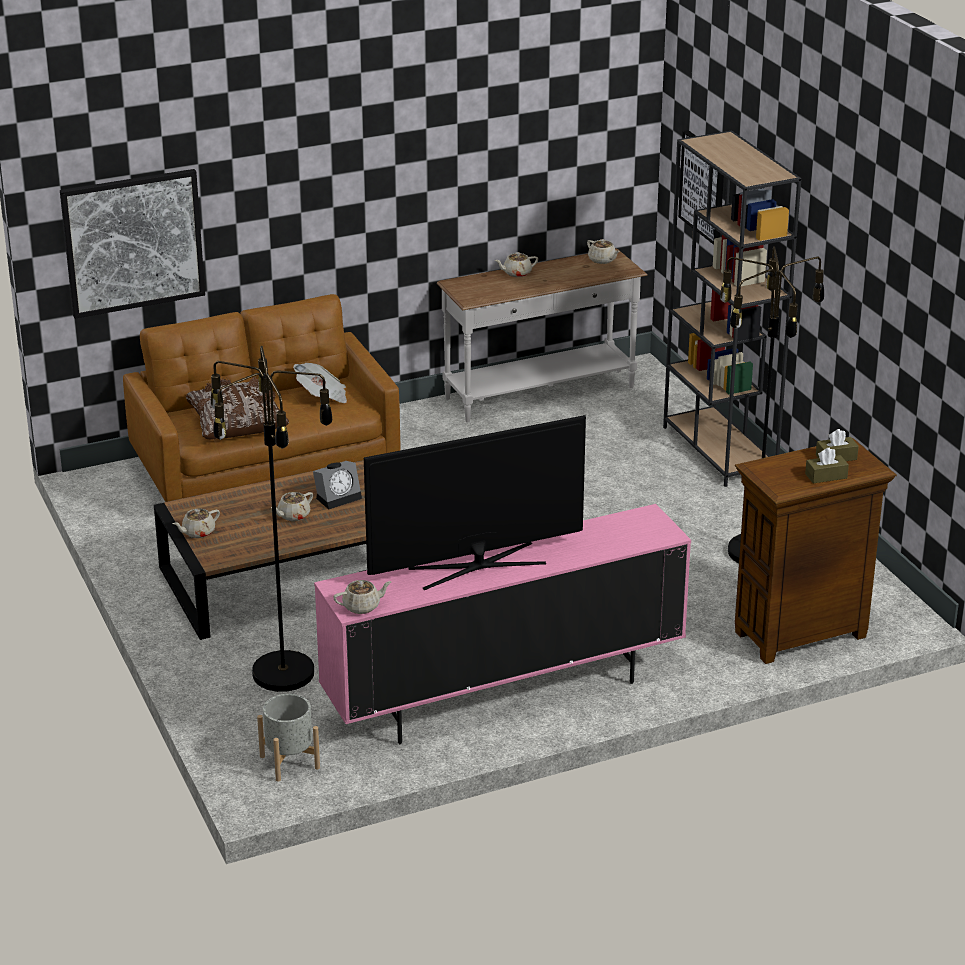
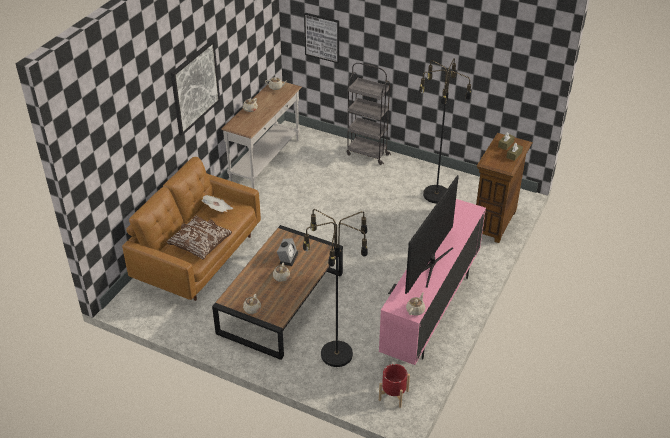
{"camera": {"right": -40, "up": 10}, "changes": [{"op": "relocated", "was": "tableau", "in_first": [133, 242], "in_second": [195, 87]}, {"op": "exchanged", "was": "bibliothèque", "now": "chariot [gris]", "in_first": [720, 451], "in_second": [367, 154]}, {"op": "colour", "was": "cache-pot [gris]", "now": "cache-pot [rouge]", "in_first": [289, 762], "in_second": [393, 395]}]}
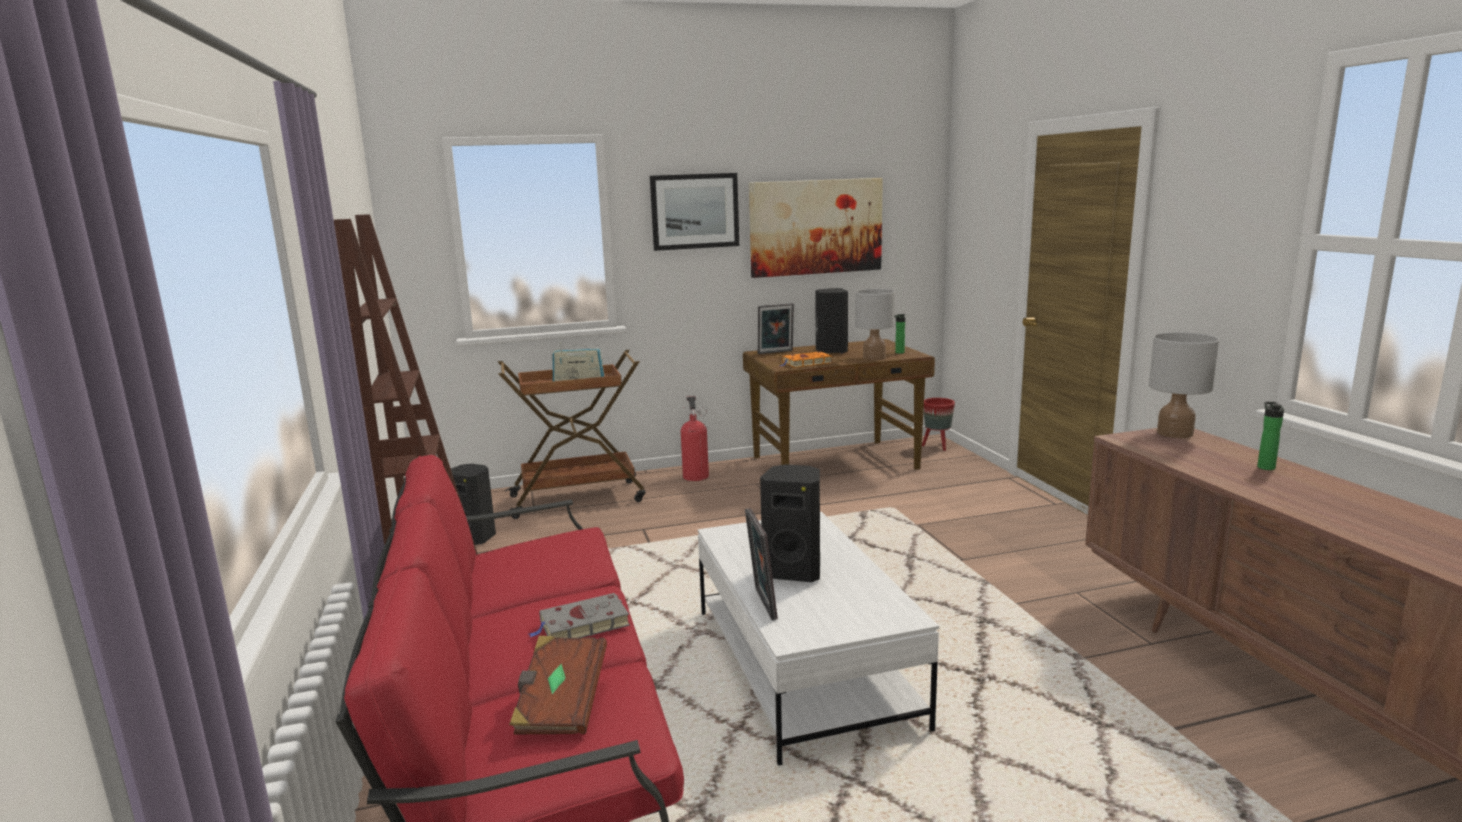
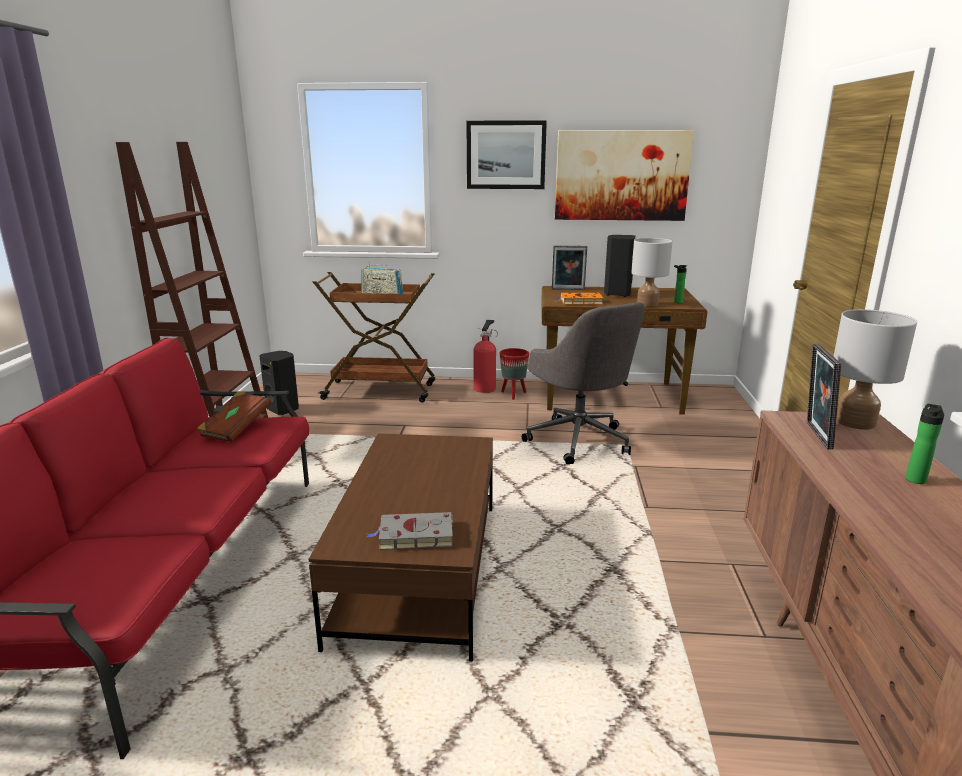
{"camera": {"right": 20, "up": 5}, "changes": [{"op": "missing", "was": "enceinte [noir]", "in_first": [794, 571]}, {"op": "appeared", "now": "chaise de bureau [gris]", "in_second": [579, 441]}, {"op": "relocated", "was": "livre [marron]", "in_first": [560, 704], "in_second": [235, 429]}, {"op": "relocated", "was": "livre [gris]", "in_first": [582, 625], "in_second": [413, 536]}, {"op": "relocated", "was": "cadre photo", "in_first": [761, 604], "in_second": [814, 435]}, {"op": "relocated", "was": "cache-pot [rouge]", "in_first": [937, 446], "in_second": [513, 394]}, {"op": "colour", "was": "table basse [blanc]", "now": "table basse [marron]", "in_first": [802, 666], "in_second": [419, 570]}]}
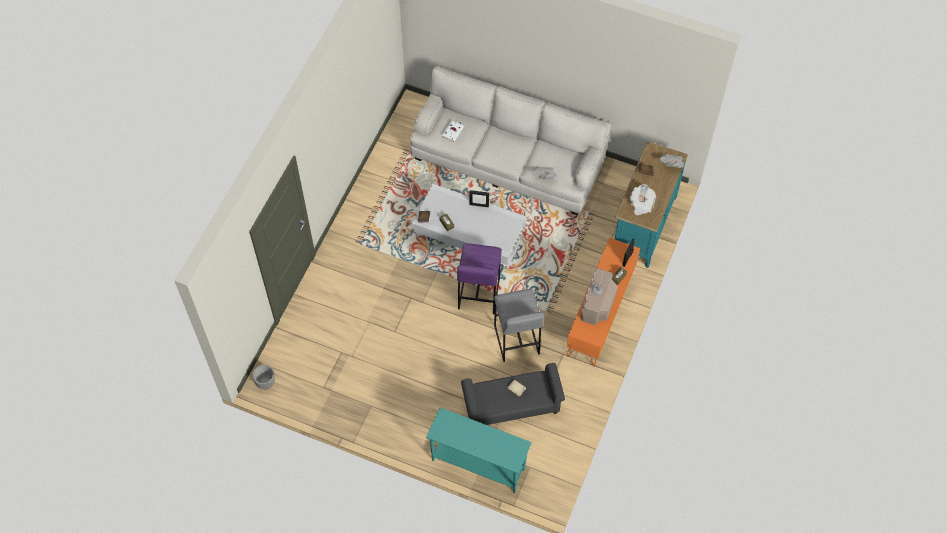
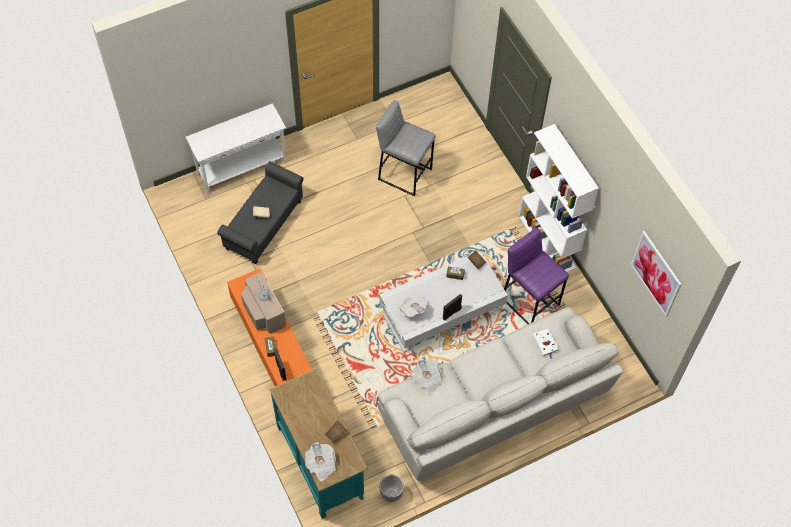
{"camera": {"right": 130, "up": 0}, "changes": [{"op": "appeared", "now": "bibliothèque [blanc]", "in_second": [547, 242]}, {"op": "appeared", "now": "tableau", "in_second": [655, 274]}, {"op": "relocated", "was": "cache-pot", "in_first": [266, 383], "in_second": [391, 494]}, {"op": "relocated", "was": "tabouret [violet]", "in_first": [478, 294], "in_second": [529, 301]}, {"op": "relocated", "was": "tabouret [gris]", "in_first": [516, 340], "in_second": [404, 174]}, {"op": "relocated", "was": "journal", "in_first": [641, 204], "in_second": [412, 309]}, {"op": "colour", "was": "table console [turquoise]", "now": "table console [blanc]", "in_first": [477, 465], "in_second": [242, 168]}]}
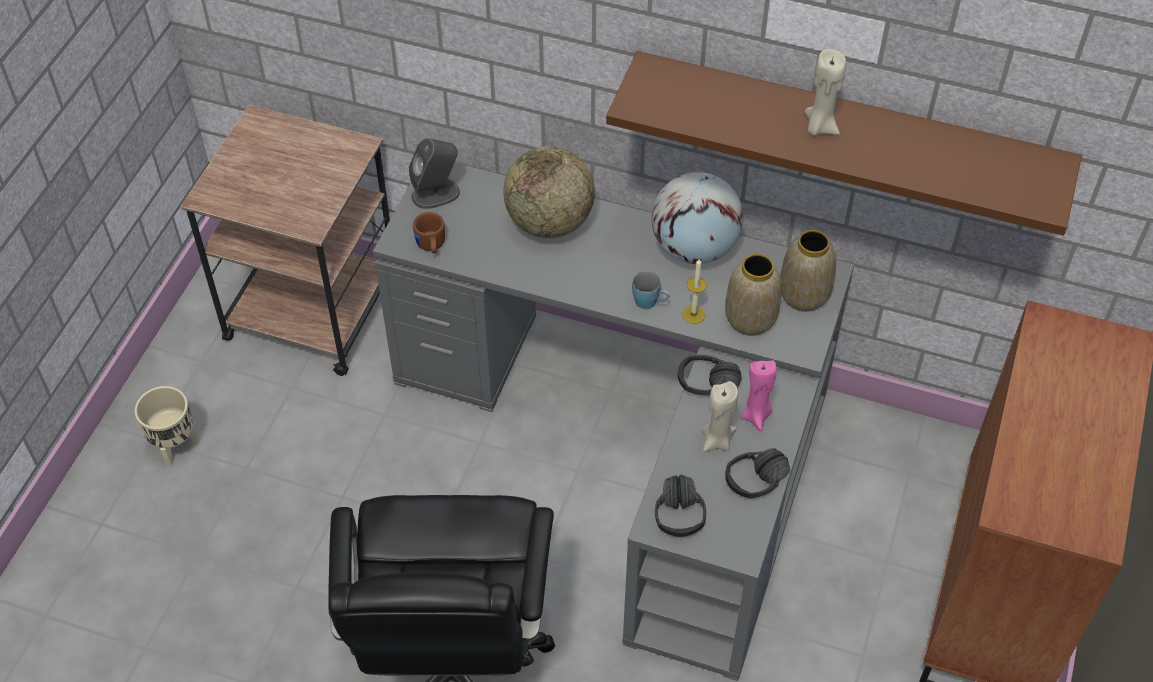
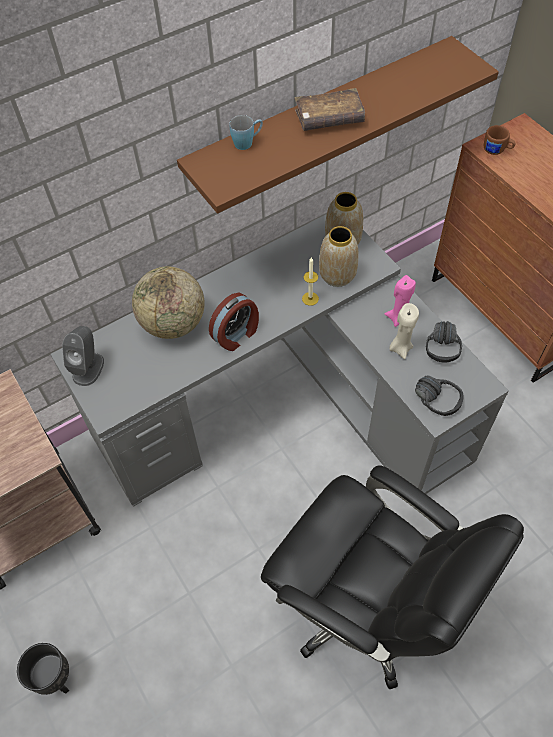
{"camera": {"right": -50, "up": 5}, "changes": [{"op": "missing", "was": "globe", "in_first": [694, 248]}, {"op": "missing", "was": "casque audio [noir]", "in_first": [707, 391]}, {"op": "appeared", "now": "réveil", "in_second": [236, 335]}, {"op": "relocated", "was": "mug [marron]", "in_first": [431, 246], "in_second": [497, 150]}, {"op": "relocated", "was": "mug [bleu]", "in_first": [650, 303], "in_second": [247, 142]}, {"op": "exchanged", "was": "bougie [beige]", "now": "livre [marron]", "in_first": [819, 127], "in_second": [329, 118]}, {"op": "colour", "was": "cache-pot [beige]", "now": "cache-pot [noir]", "in_first": [175, 447], "in_second": [56, 678]}]}
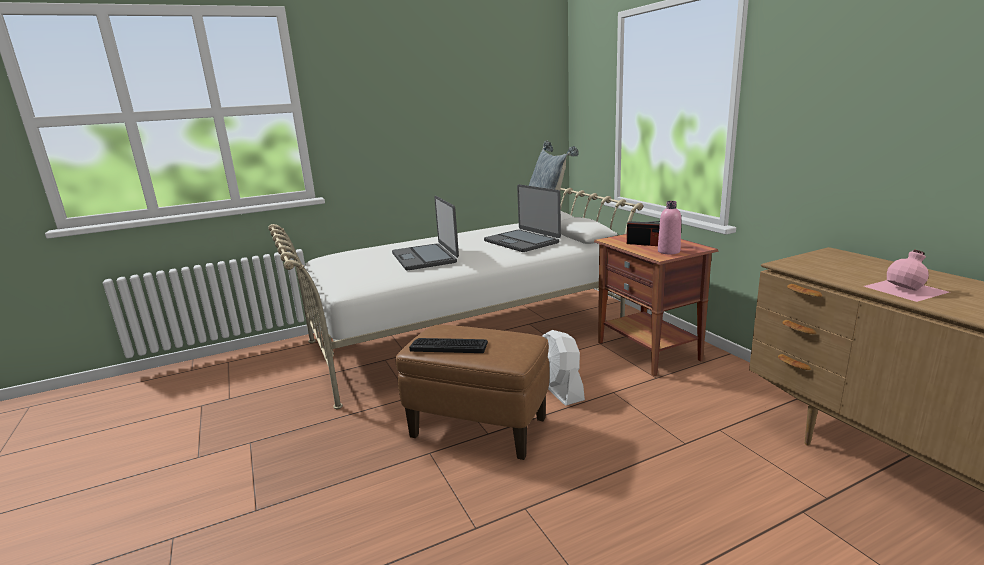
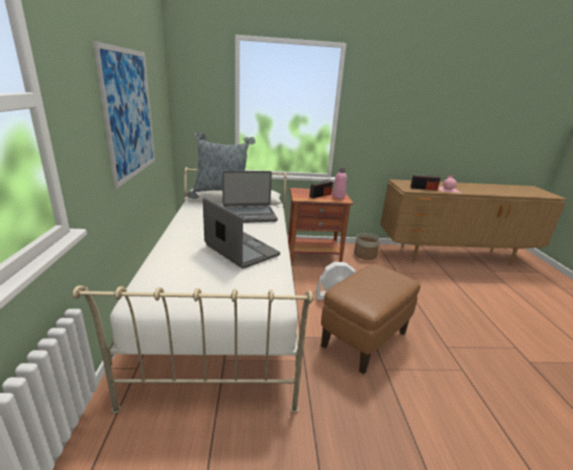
{"camera": {"right": -70, "up": 5}, "changes": [{"op": "missing", "was": "clavier", "in_first": [449, 346]}, {"op": "appeared", "now": "tableau", "in_second": [129, 114]}, {"op": "appeared", "now": "cache-pot", "in_second": [365, 255]}, {"op": "appeared", "now": "radio", "in_second": [423, 188]}, {"op": "spun", "was": "ordinateur portable", "in_first": [425, 258], "in_second": [241, 251], "clockwise": -135}]}
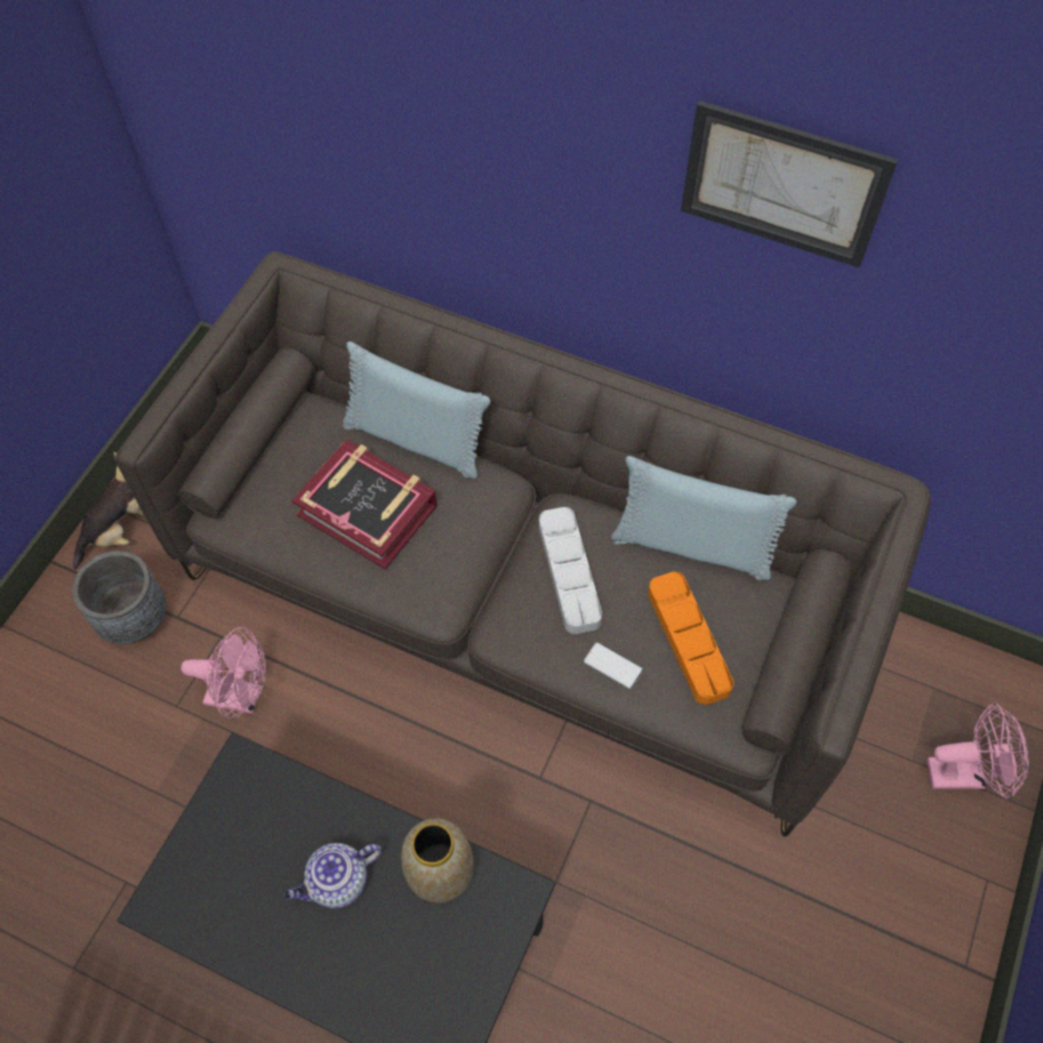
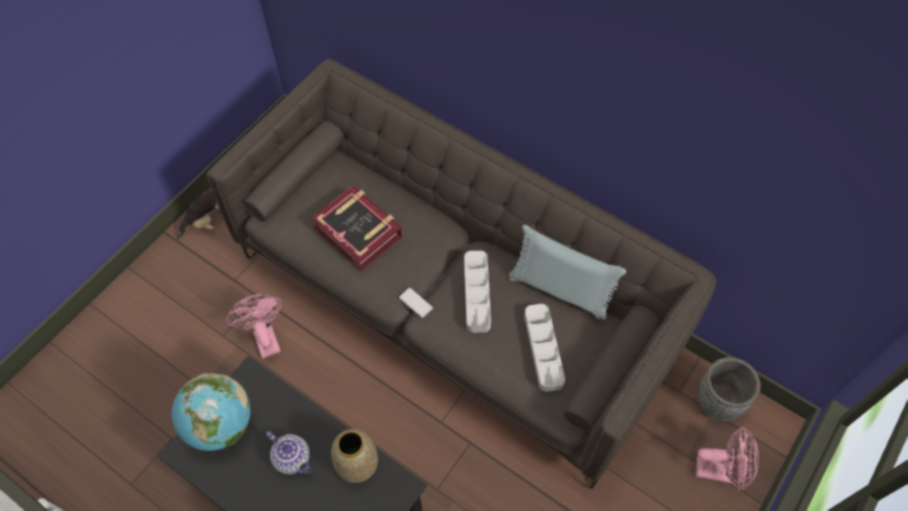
{"camera": {"right": 10, "up": 0}, "changes": [{"op": "missing", "was": "coussin [bleu]", "in_first": [416, 439]}, {"op": "missing", "was": "tableau", "in_first": [783, 184]}, {"op": "appeared", "now": "globe", "in_second": [220, 425]}, {"op": "relocated", "was": "cache-pot [gris]", "in_first": [135, 618], "in_second": [718, 401]}, {"op": "relocated", "was": "téléphone", "in_first": [613, 666], "in_second": [416, 303]}, {"op": "colour", "was": "plateau [orange]", "now": "plateau [gris]", "in_first": [688, 640], "in_second": [543, 349]}, {"op": "spun", "was": "ventilateur [rose]", "in_first": [242, 697], "in_second": [264, 337], "clockwise": -135}, {"op": "spun", "was": "théière", "in_first": [338, 882], "in_second": [293, 459], "clockwise": -120}]}
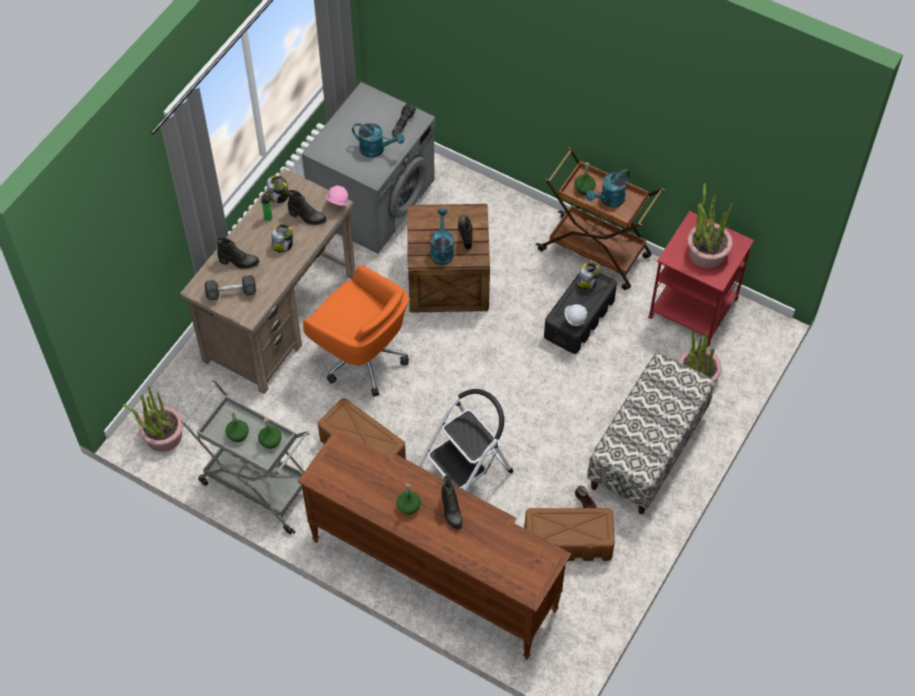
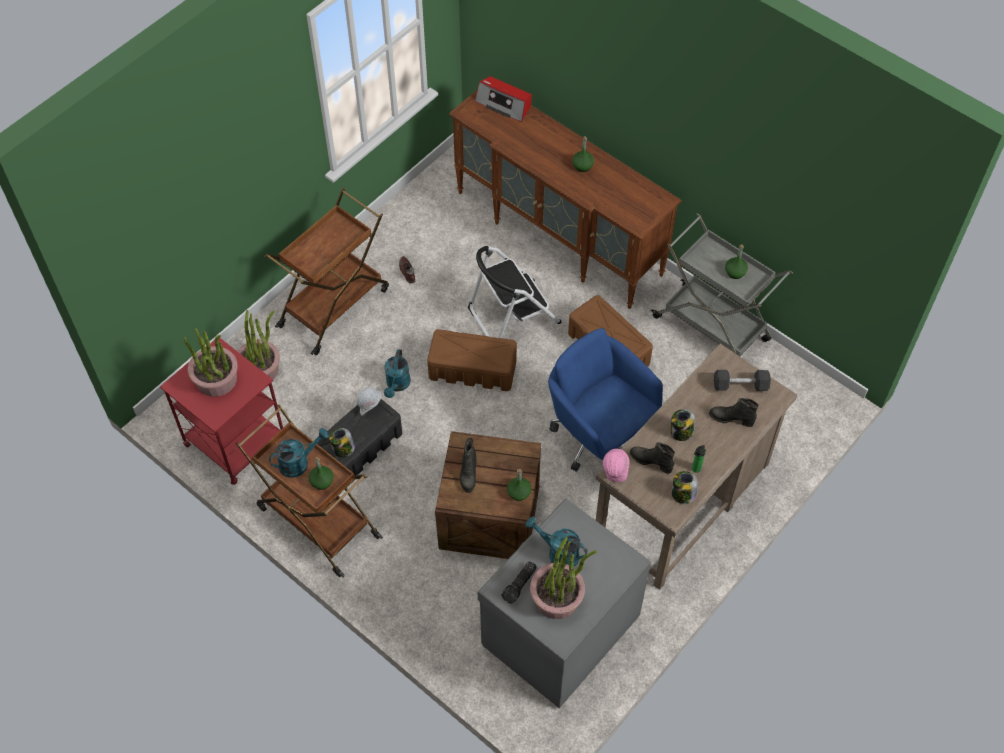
{"camera": {"right": -170, "up": 0}, "changes": [{"op": "missing", "was": "botte [noir]", "in_first": [451, 511]}, {"op": "appeared", "now": "radio", "in_second": [504, 104]}, {"op": "relocated", "was": "plante en pot", "in_first": [163, 435], "in_second": [557, 597]}, {"op": "relocated", "was": "bouteille [vert]", "in_first": [270, 441], "in_second": [518, 492]}, {"op": "relocated", "was": "arrosoir [turquoise]", "in_first": [441, 250], "in_second": [397, 385]}, {"op": "relocated", "was": "boîte de rangement [marron]", "in_first": [568, 542], "in_second": [472, 369]}, {"op": "exchanged", "was": "banc", "now": "chariot [marron]", "in_first": [647, 451], "in_second": [335, 308]}, {"op": "colour", "was": "chaise de bureau [orange]", "now": "chaise de bureau [bleu]", "in_first": [361, 359], "in_second": [598, 439]}]}
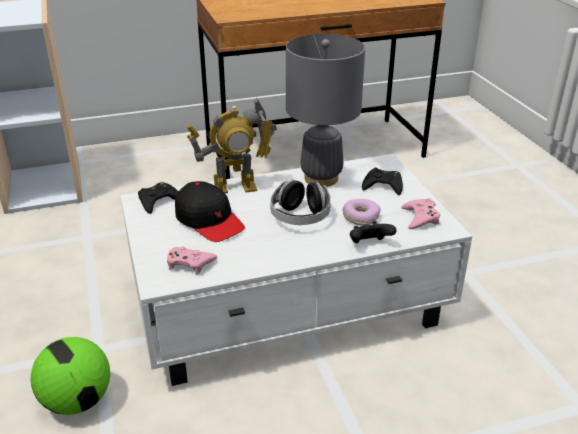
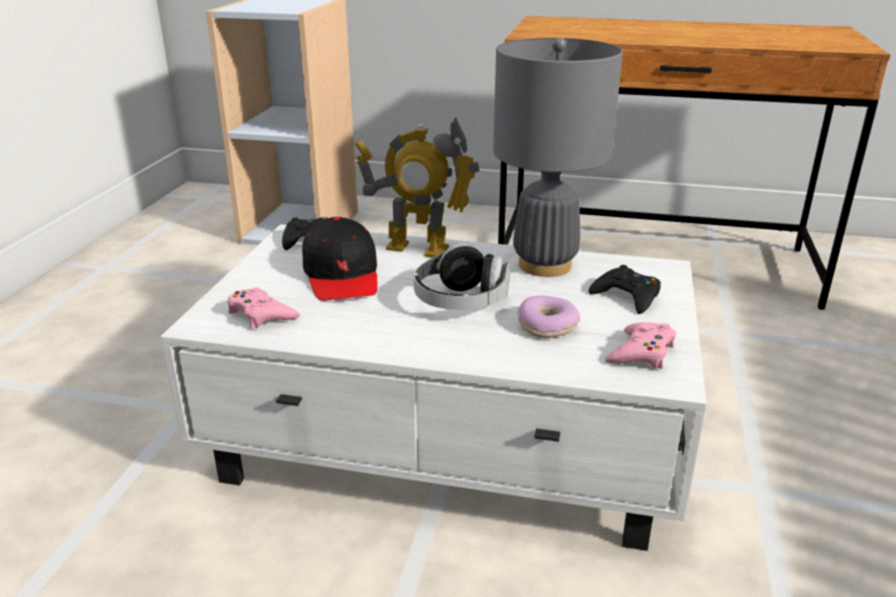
{"camera": {"right": 30, "up": -5}, "changes": [{"op": "missing", "was": "ballon de foot", "in_first": [77, 400]}, {"op": "missing", "was": "manette [noir]", "in_first": [369, 244]}]}
